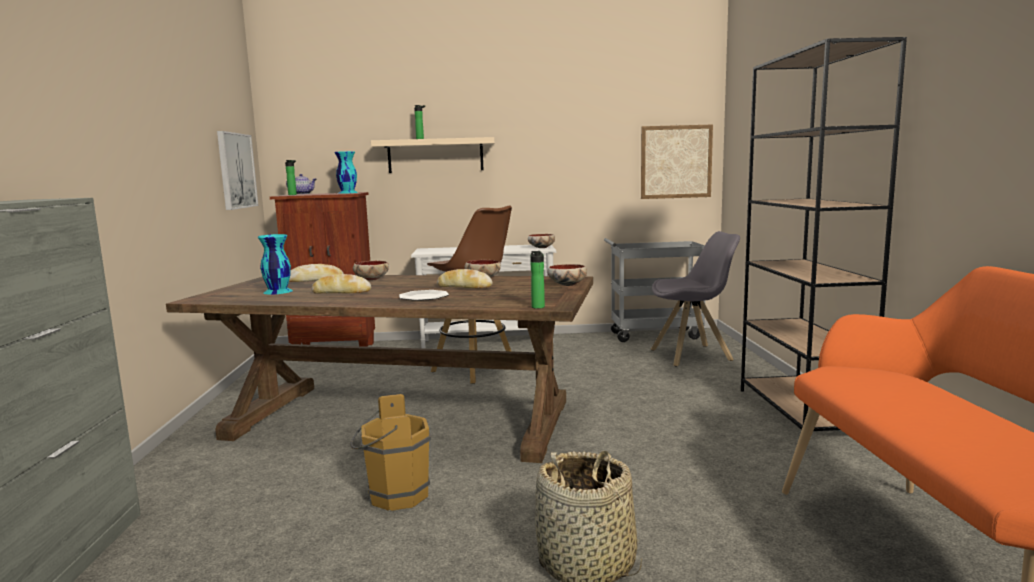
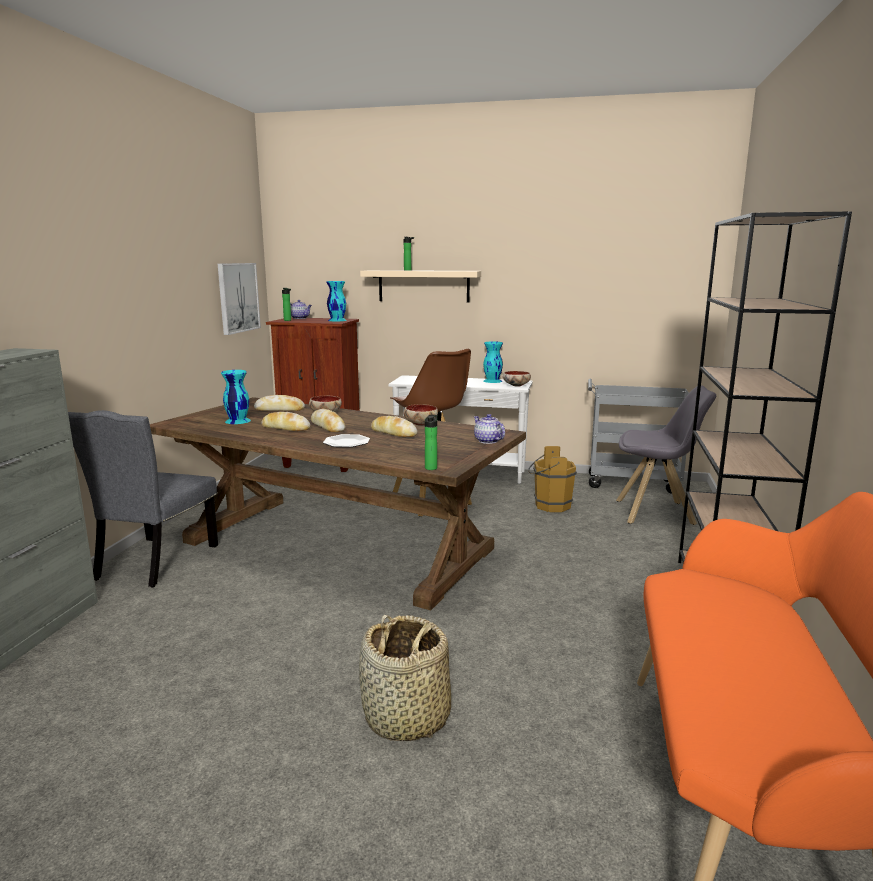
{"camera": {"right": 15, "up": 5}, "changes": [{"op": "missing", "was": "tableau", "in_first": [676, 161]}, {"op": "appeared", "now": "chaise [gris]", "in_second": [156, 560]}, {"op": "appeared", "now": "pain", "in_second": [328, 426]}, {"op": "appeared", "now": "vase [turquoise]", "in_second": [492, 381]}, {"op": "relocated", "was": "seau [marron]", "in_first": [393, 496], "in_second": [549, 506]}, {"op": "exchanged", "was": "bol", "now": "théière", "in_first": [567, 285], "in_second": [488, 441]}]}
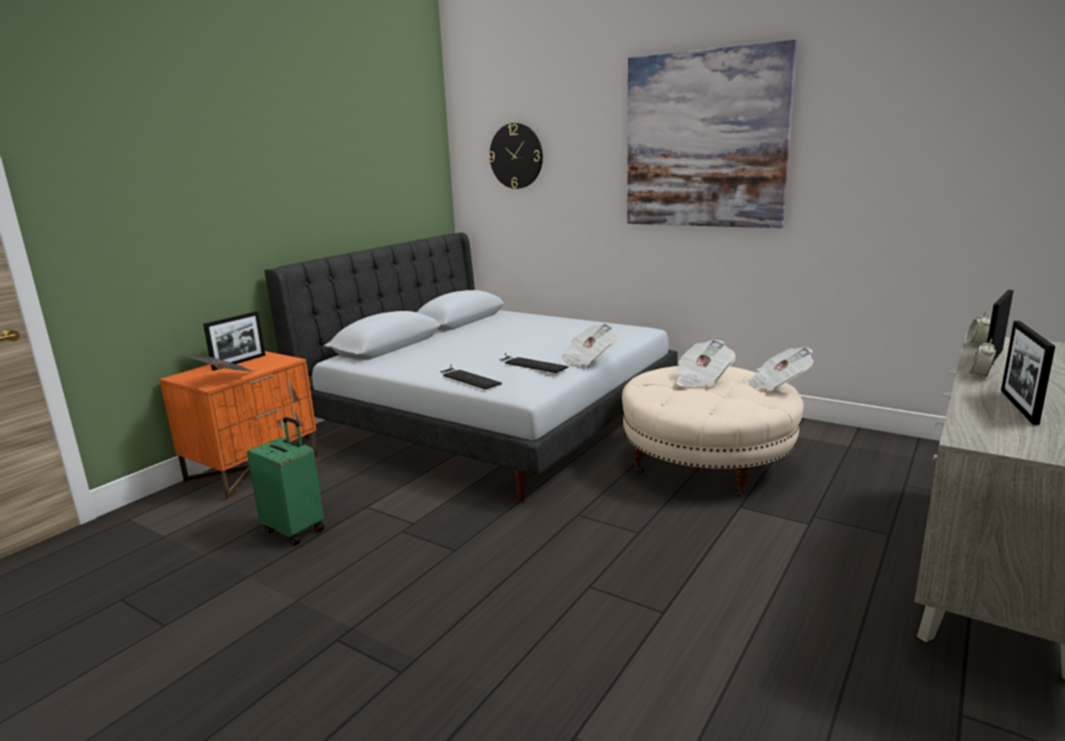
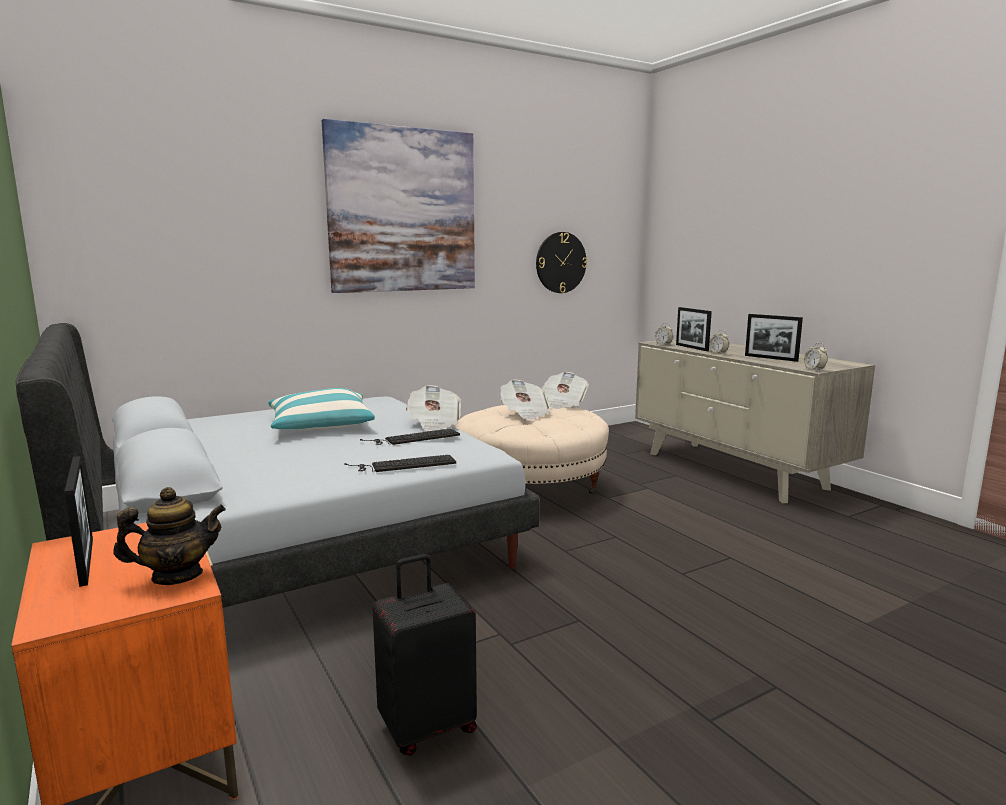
{"camera": {"right": -65, "up": -5}, "changes": [{"op": "appeared", "now": "coussin", "in_second": [321, 425]}, {"op": "appeared", "now": "réveil", "in_second": [814, 369]}, {"op": "relocated", "was": "horloge murale", "in_first": [516, 156], "in_second": [560, 262]}, {"op": "exchanged", "was": "journal", "now": "théière", "in_first": [225, 379], "in_second": [177, 576]}, {"op": "colour", "was": "valise [vert]", "now": "valise [noir]", "in_first": [295, 529], "in_second": [427, 727]}]}
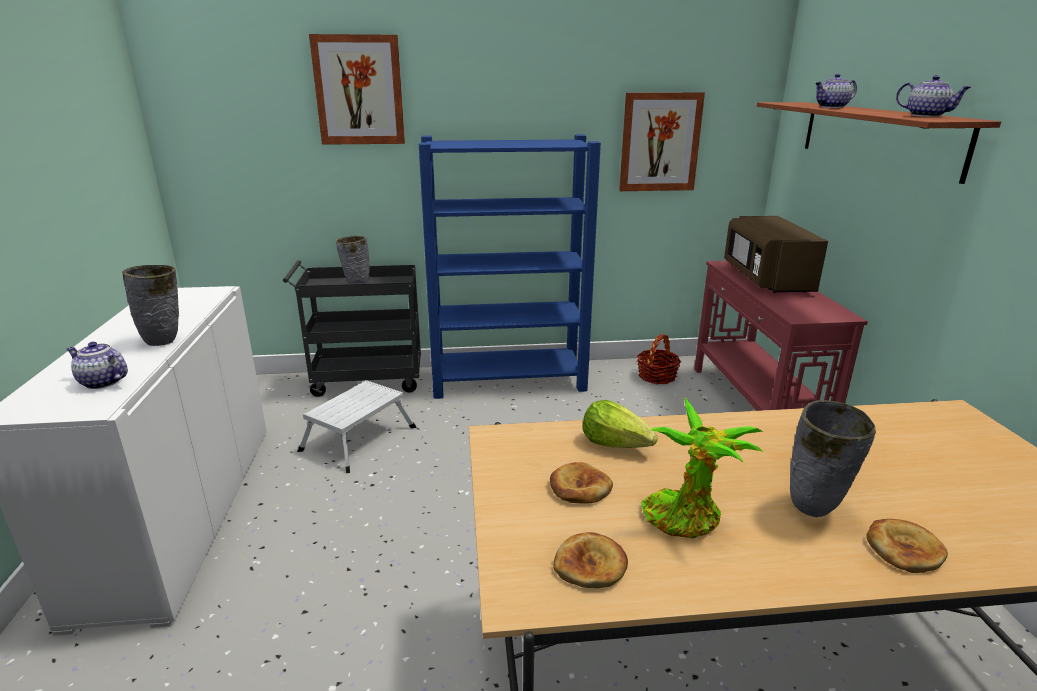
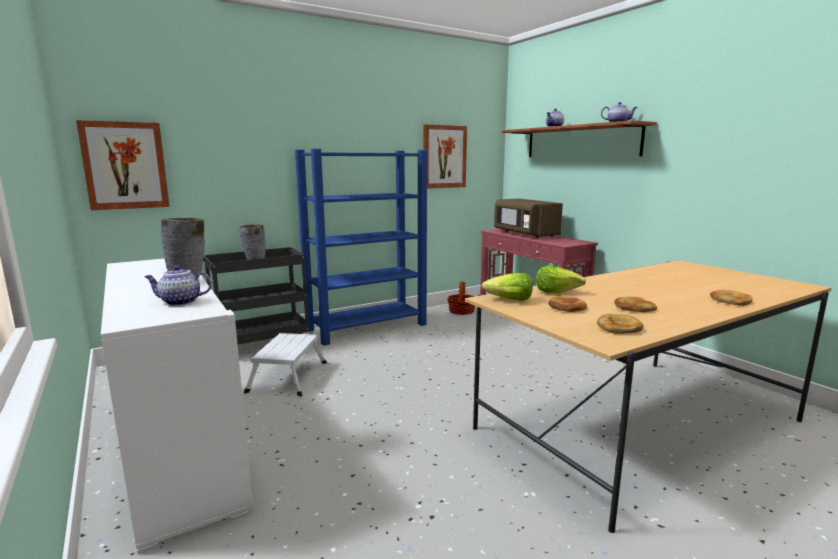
{"camera": {"right": -25, "up": -10}, "changes": [{"op": "missing", "was": "vase [gris]", "in_first": [814, 510]}, {"op": "appeared", "now": "laitue", "in_second": [509, 300]}, {"op": "relocated", "was": "tableau", "in_first": [359, 90], "in_second": [125, 165]}, {"op": "exchanged", "was": "plante en pot", "now": "pain", "in_first": [686, 519], "in_second": [633, 308]}]}
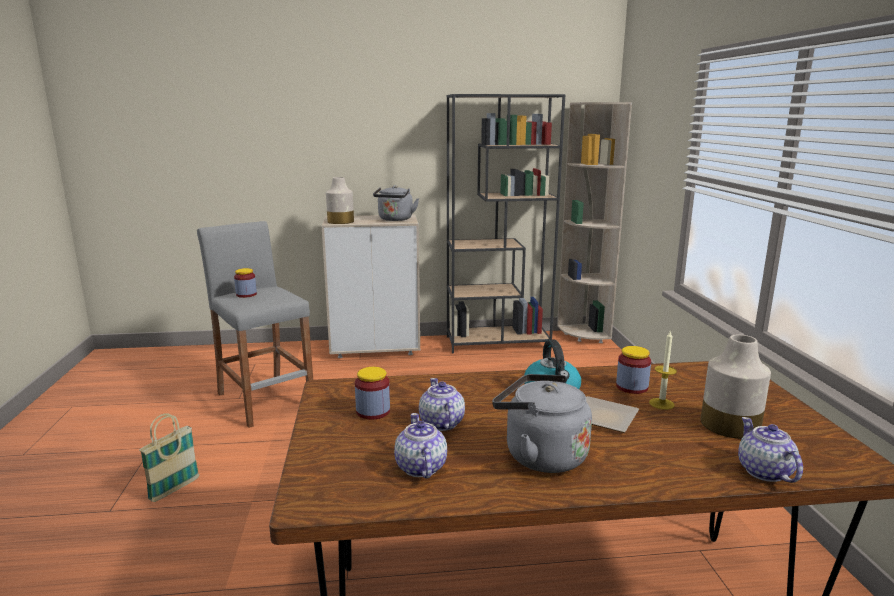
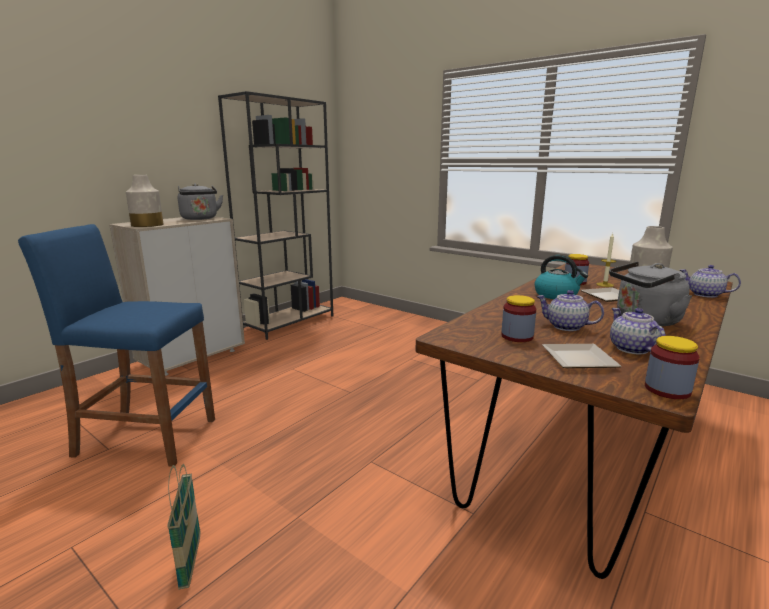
{"camera": {"right": -45, "up": 0}, "changes": [{"op": "missing", "was": "bibliothèque [beige]", "in_first": [584, 337]}, {"op": "appeared", "now": "assiette", "in_second": [581, 360]}, {"op": "relocated", "was": "bocal", "in_first": [246, 294], "in_second": [667, 389]}, {"op": "colour", "was": "tabouret [gris]", "now": "tabouret [bleu]", "in_first": [265, 400], "in_second": [146, 437]}, {"op": "spun", "was": "théière", "in_first": [420, 468], "in_second": [632, 349], "clockwise": 45}]}
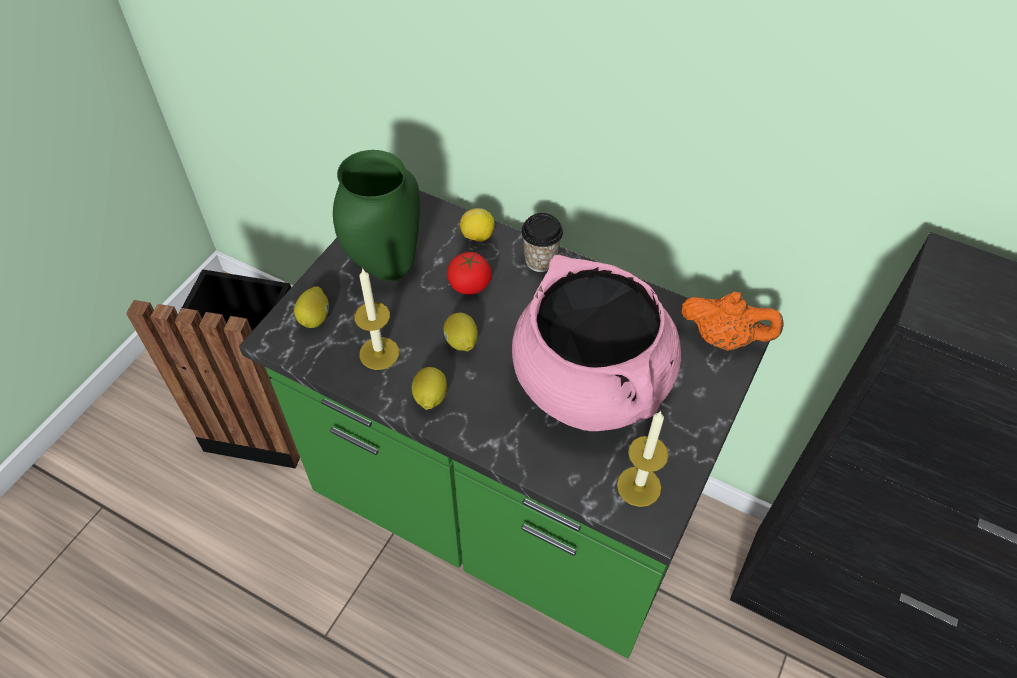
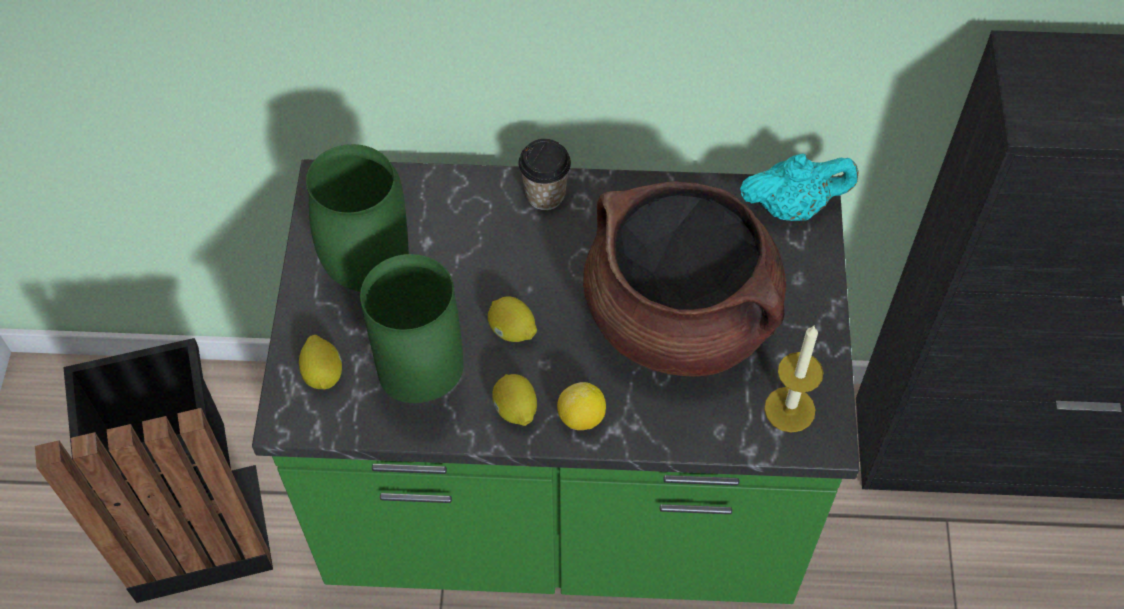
{"camera": {"right": -25, "up": 5}, "changes": [{"op": "missing", "was": "tomate", "in_first": [469, 285]}, {"op": "relocated", "was": "citron", "in_first": [477, 237], "in_second": [581, 417]}, {"op": "exchanged", "was": "bougie", "now": "vase [vert]", "in_first": [379, 353], "in_second": [426, 383]}, {"op": "colour", "was": "marmite [rose]", "now": "marmite [marron]", "in_first": [591, 383], "in_second": [681, 317]}, {"op": "colour", "was": "théière [orange]", "now": "théière [turquoise]", "in_first": [724, 338], "in_second": [792, 207]}]}
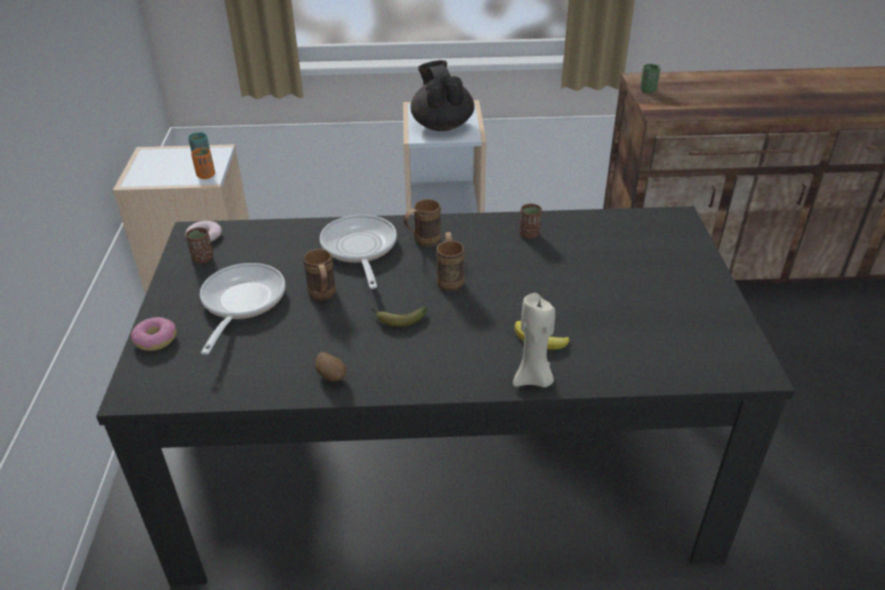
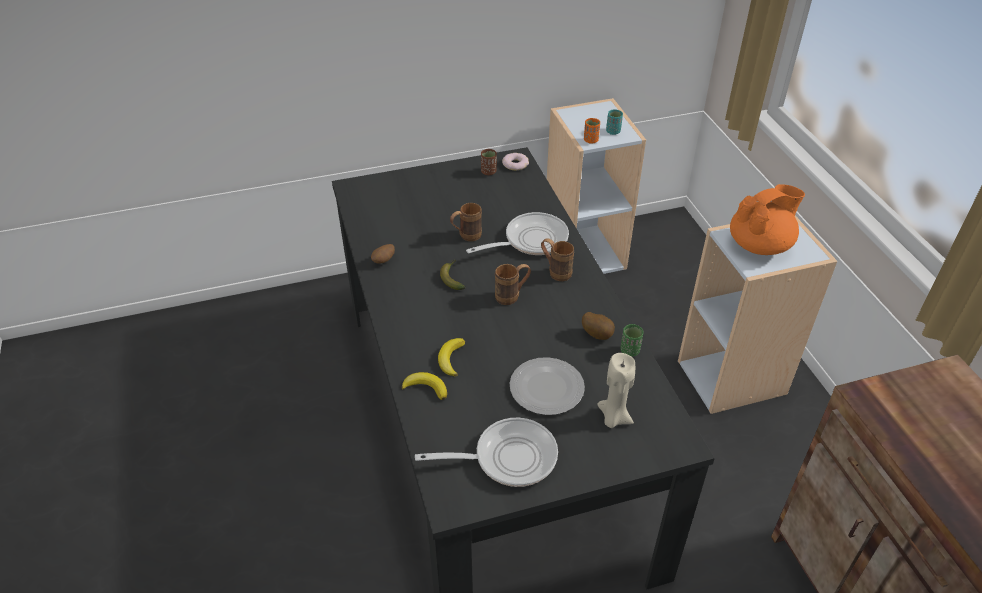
{"camera": {"right": 75, "up": 5}, "changes": [{"op": "missing", "was": "beignet", "in_first": [155, 340]}, {"op": "appeared", "now": "banane", "in_second": [426, 387]}, {"op": "appeared", "now": "assiette", "in_second": [546, 389]}, {"op": "relocated", "was": "poêle", "in_first": [241, 303], "in_second": [508, 457]}, {"op": "relocated", "was": "bougie [beige]", "in_first": [533, 379], "in_second": [613, 417]}, {"op": "relocated", "was": "tasse [vert]", "in_first": [648, 90], "in_second": [630, 351]}, {"op": "exchanged", "was": "tasse [marron]", "now": "pomme de terre", "in_first": [529, 234], "in_second": [597, 334]}, {"op": "colour", "was": "théière [noir]", "now": "théière [orange]", "in_first": [442, 125], "in_second": [760, 245]}]}
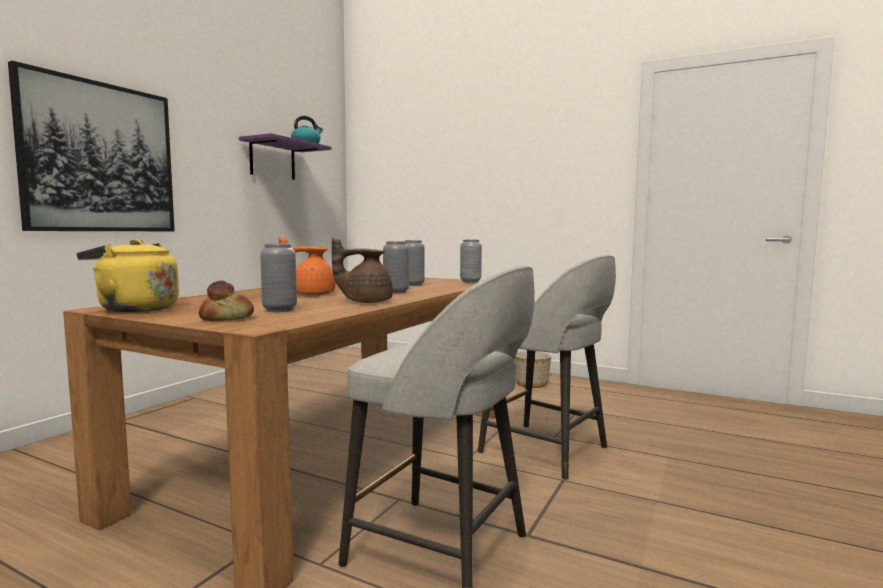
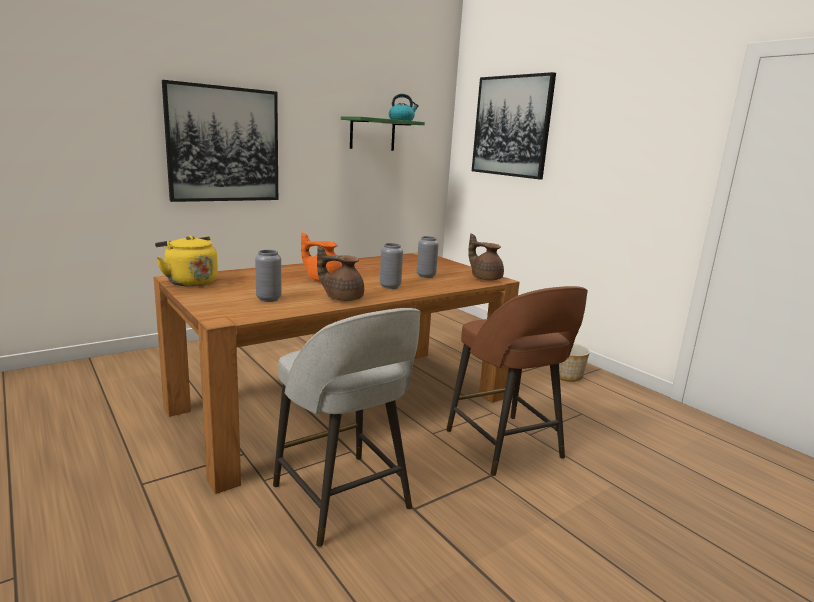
{"camera": {"right": 25, "up": 10}, "changes": [{"op": "missing", "was": "pain", "in_first": [227, 318]}, {"op": "appeared", "now": "tableau", "in_second": [511, 126]}, {"op": "exchanged", "was": "vase [gris]", "now": "théière [marron]", "in_first": [470, 281], "in_second": [485, 278]}, {"op": "colour", "was": "étagère [violet]", "now": "étagère [vert]", "in_first": [272, 160], "in_second": [372, 134]}, {"op": "colour", "was": "tabouret [gris]", "now": "tabouret [marron]", "in_first": [547, 451], "in_second": [505, 446]}]}
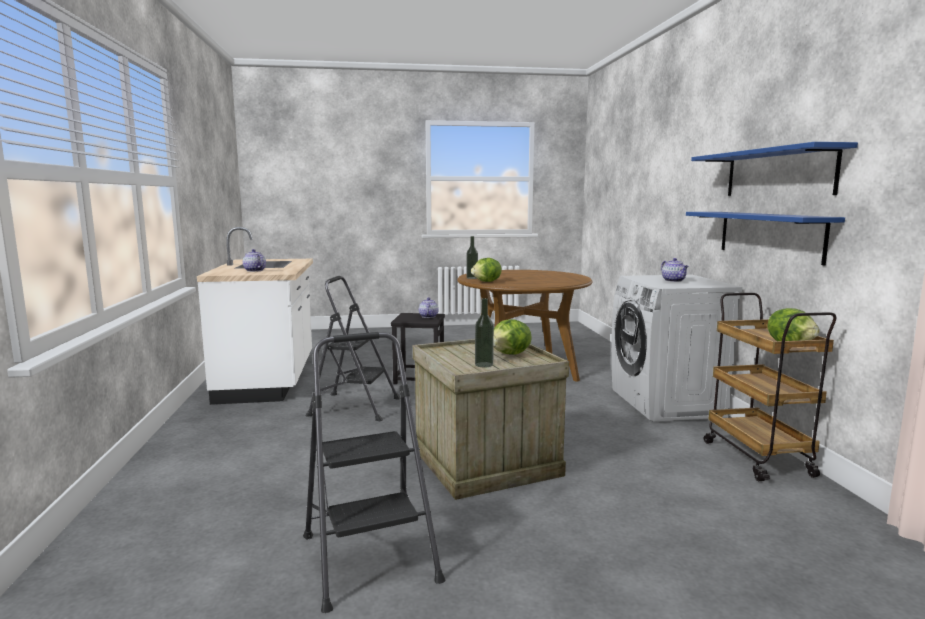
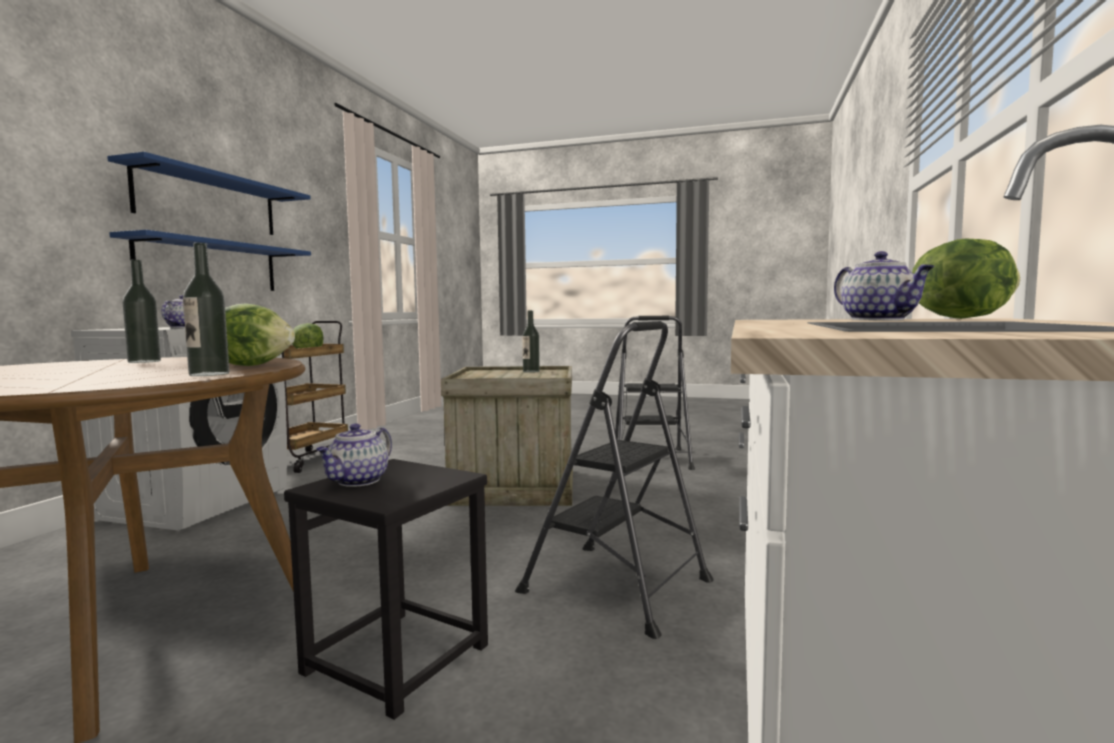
{"camera": {"right": -155, "up": -5}, "changes": [{"op": "appeared", "now": "bouteille", "in_second": [144, 361]}, {"op": "relocated", "was": "laitue", "in_first": [510, 354], "in_second": [960, 318]}]}
